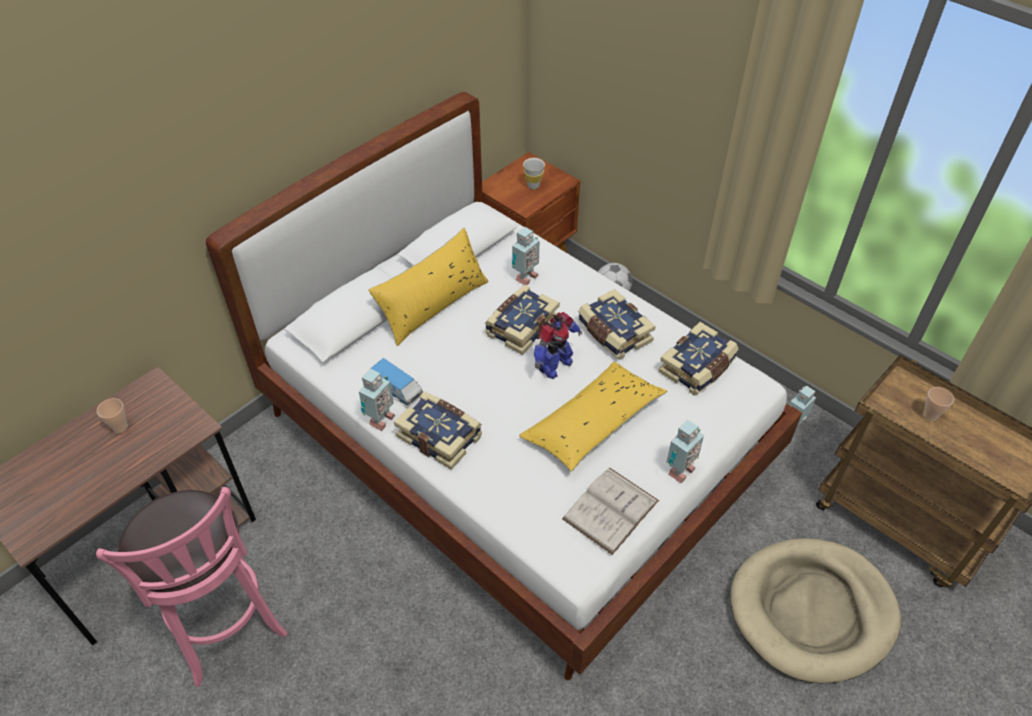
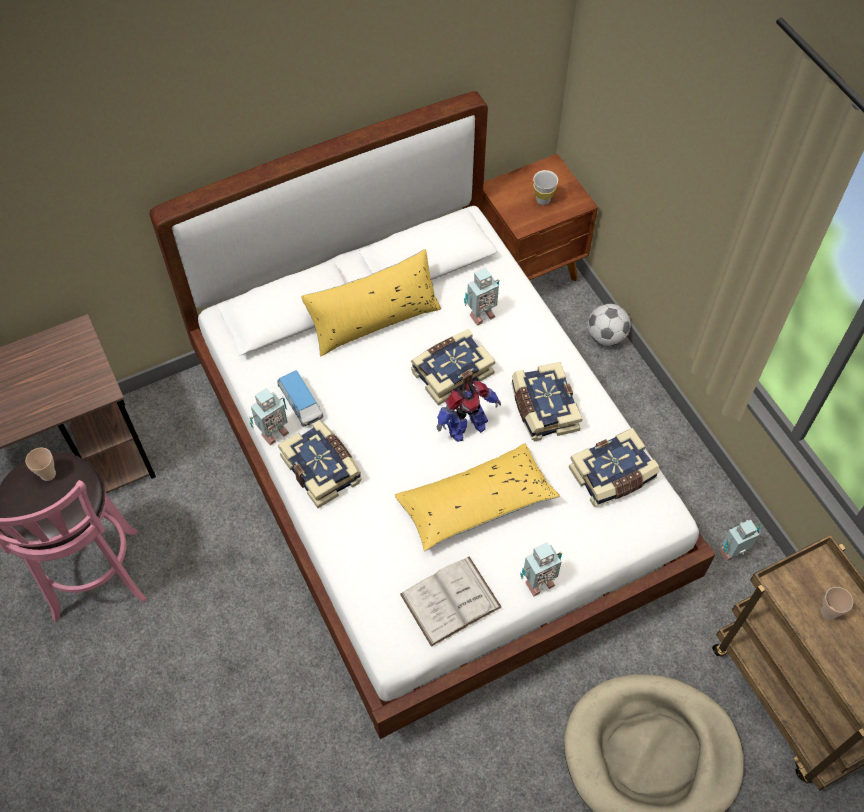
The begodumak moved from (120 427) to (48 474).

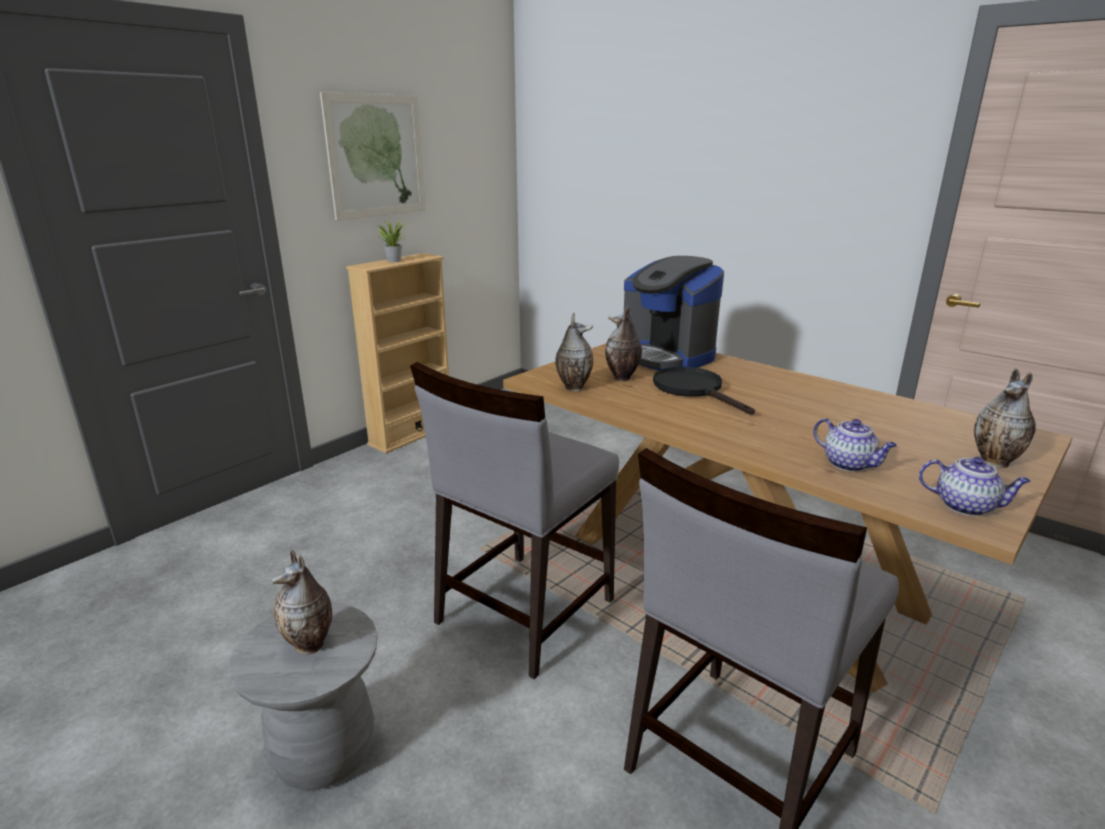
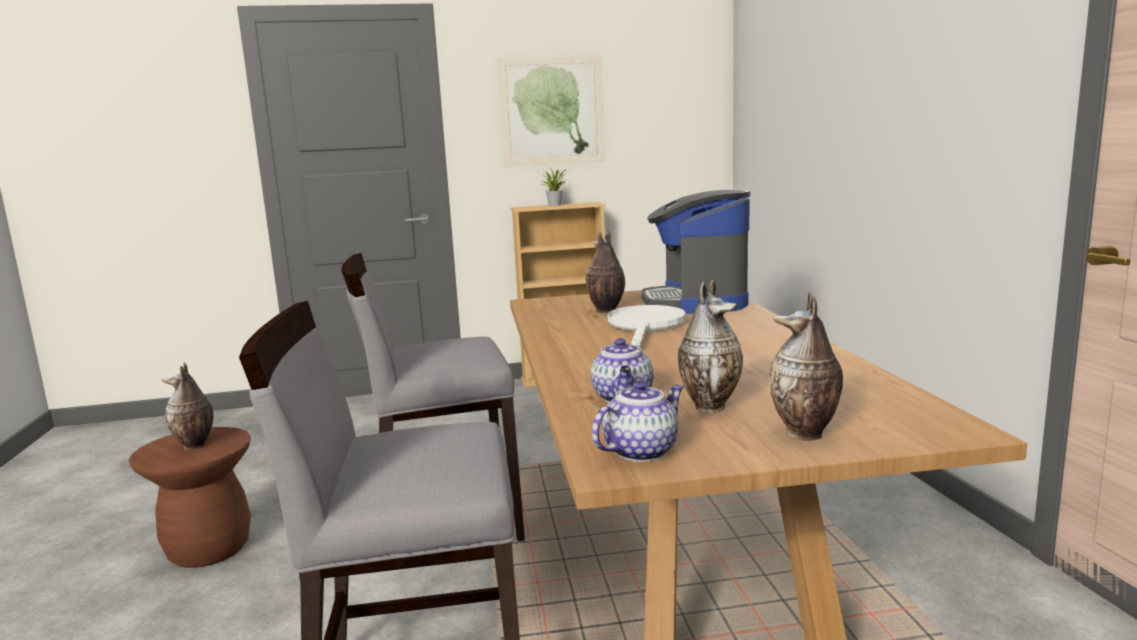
The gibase moved from (573 387) to (710 406).
The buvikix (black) at (694 390) became the buvikix (white) at (646 326).
The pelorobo at (966 506) turned 105 degrees counterclockwise.
The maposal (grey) at (324 754) became the maposal (brown) at (209 550).

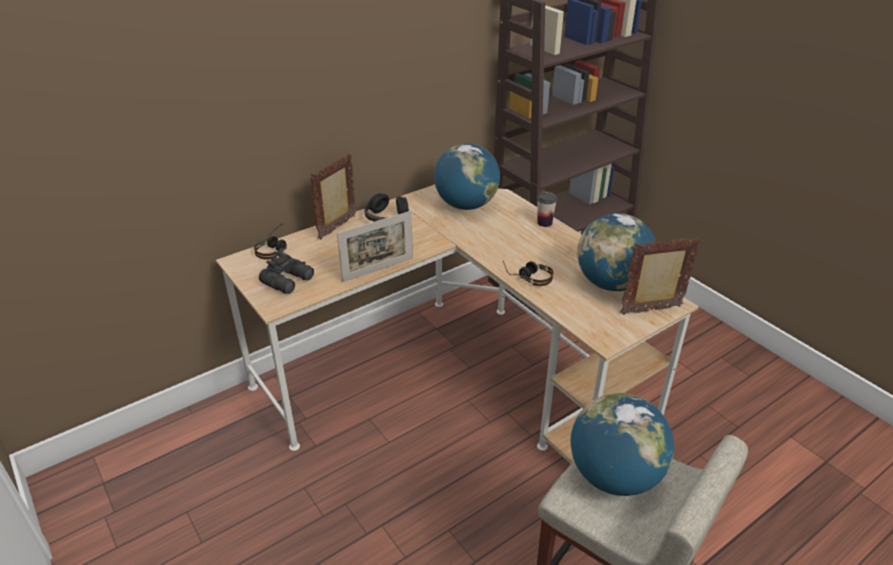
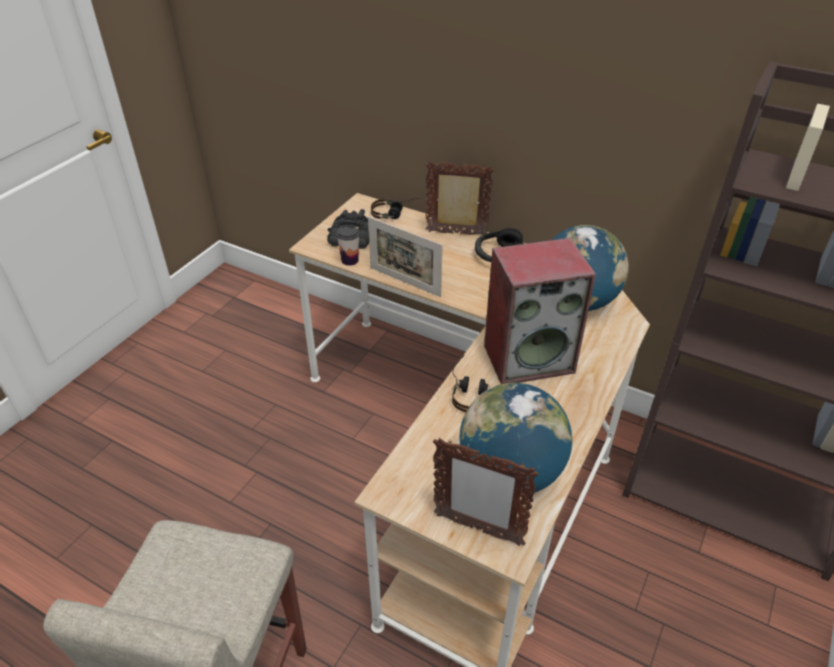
The begodumak moved from (544 223) to (350 260).
The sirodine at (652 310) turned 150 degrees clockwise.
The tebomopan at (614 476) disappeared.
The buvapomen at (529 358) appeared.

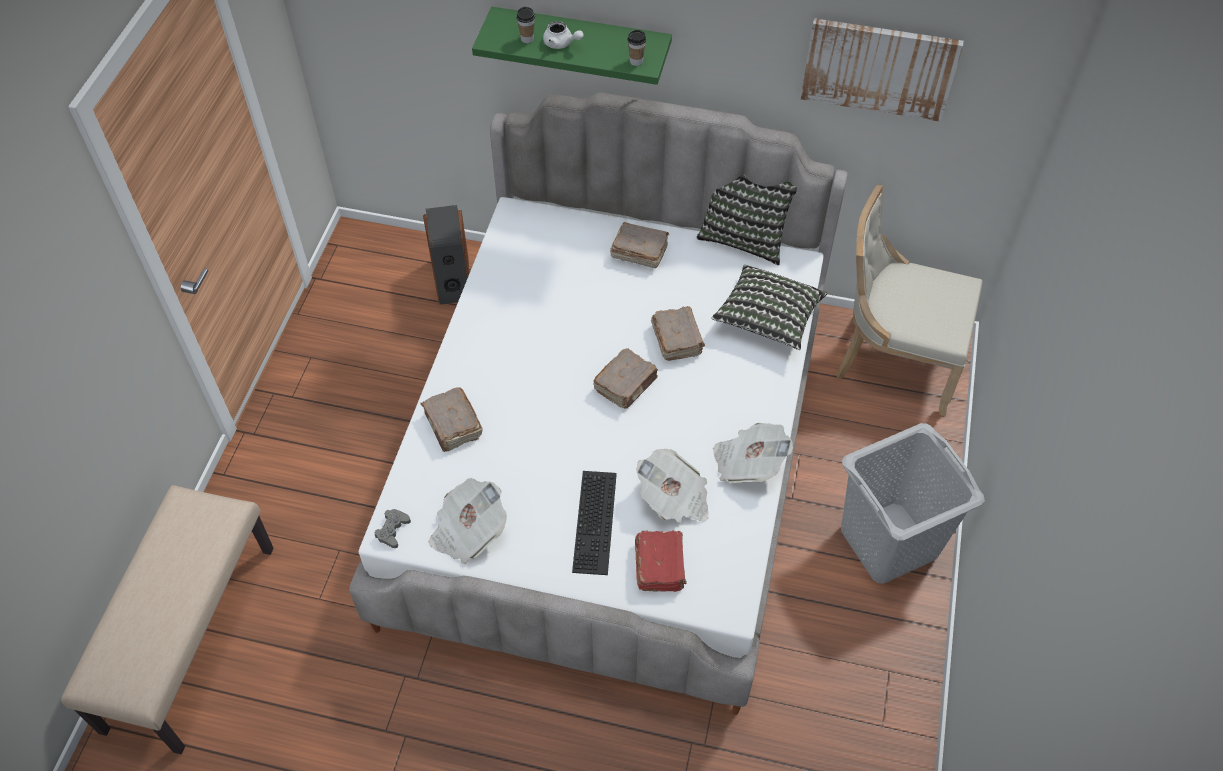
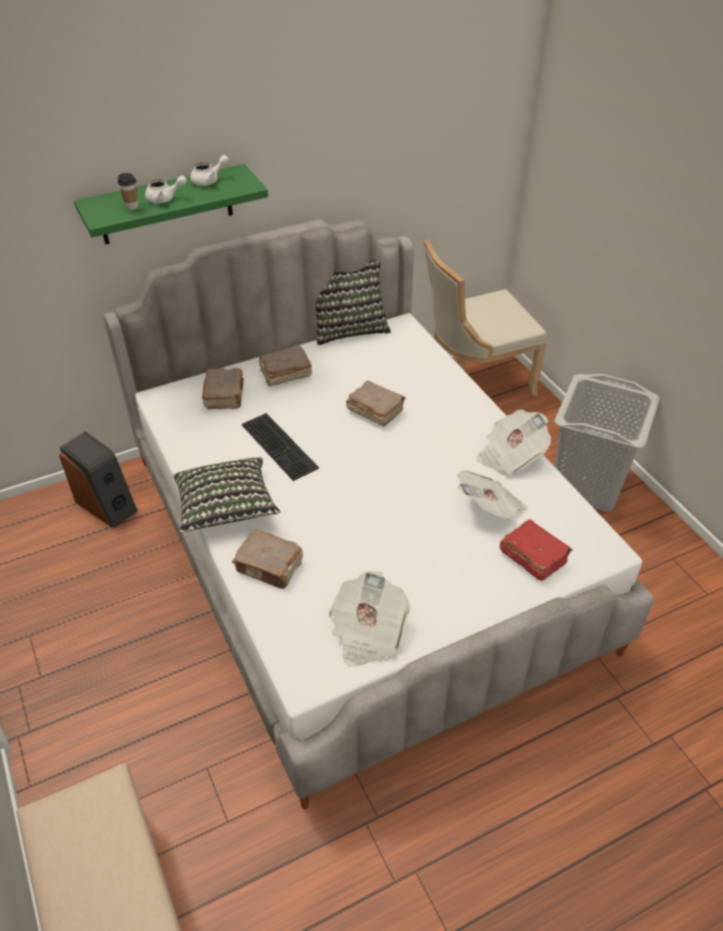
The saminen at (879 68) disappeared.
The begodumak at (636 61) disappeared.
The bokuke moved from (768 318) to (226 507).
The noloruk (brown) moved from (626 385) to (225 396).
The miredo moved from (597 523) to (281 446).
The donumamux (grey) at (393 530) disappeared.
The pelorobo (white) at (209 180) appeared.

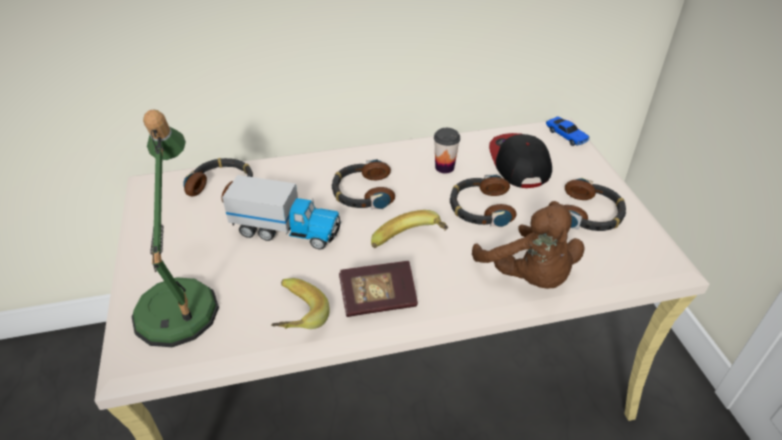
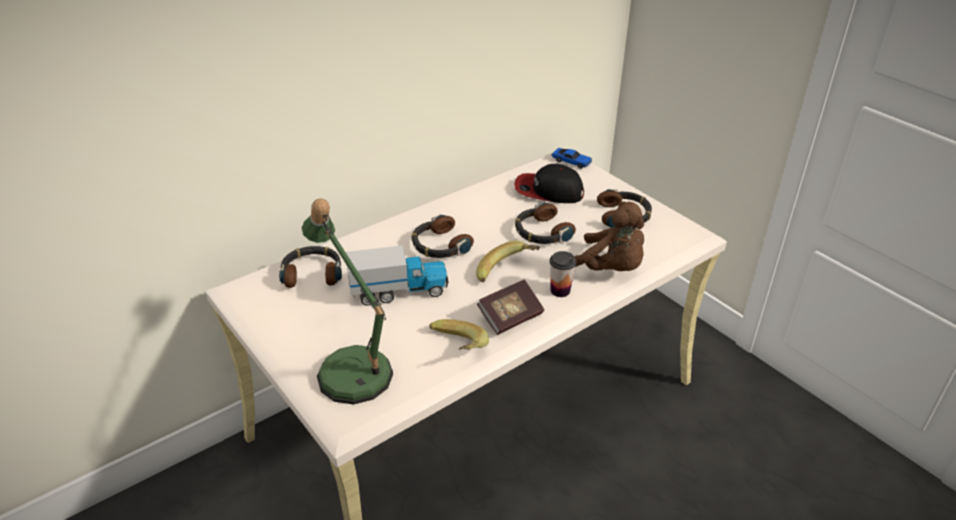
The begodumak moved from (444 167) to (560 290).
The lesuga at (518 162) turned 45 degrees counterclockwise.

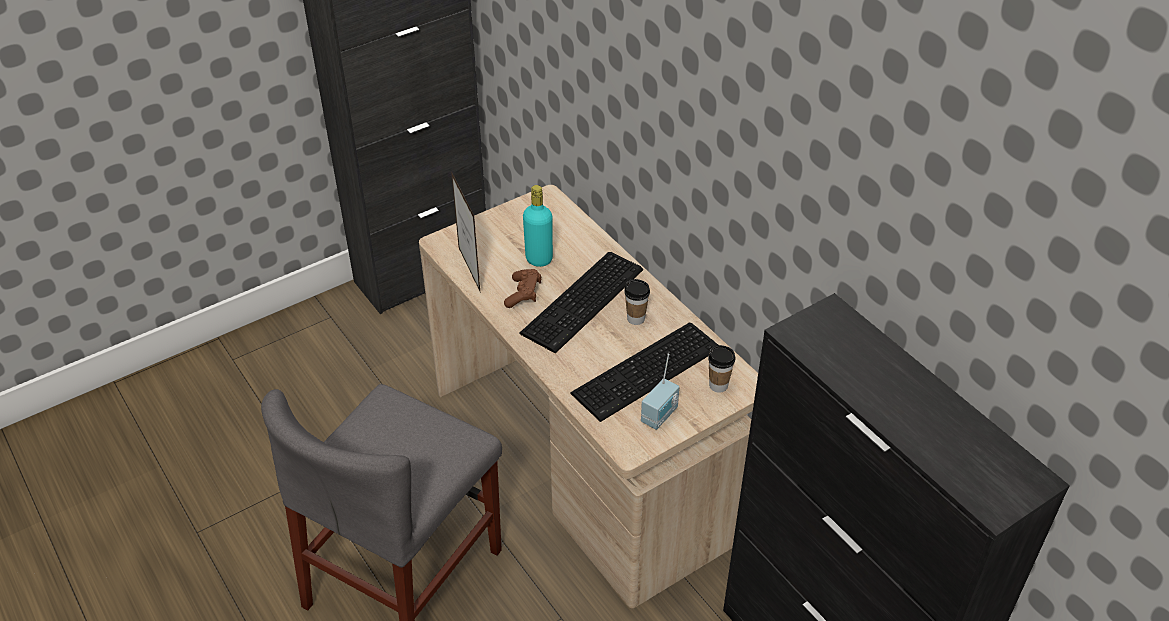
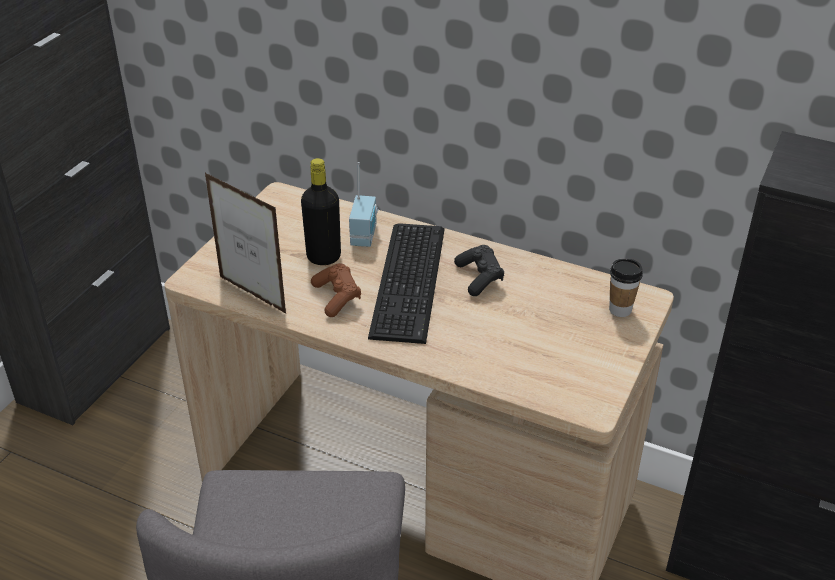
The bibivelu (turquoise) at (539 259) became the bibivelu (black) at (323 257).
The begodumak at (636 318) was replaced by the donumamux (black) at (479 278).
The miredo at (650 371) disappeared.
The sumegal moved from (660 416) to (365 235).

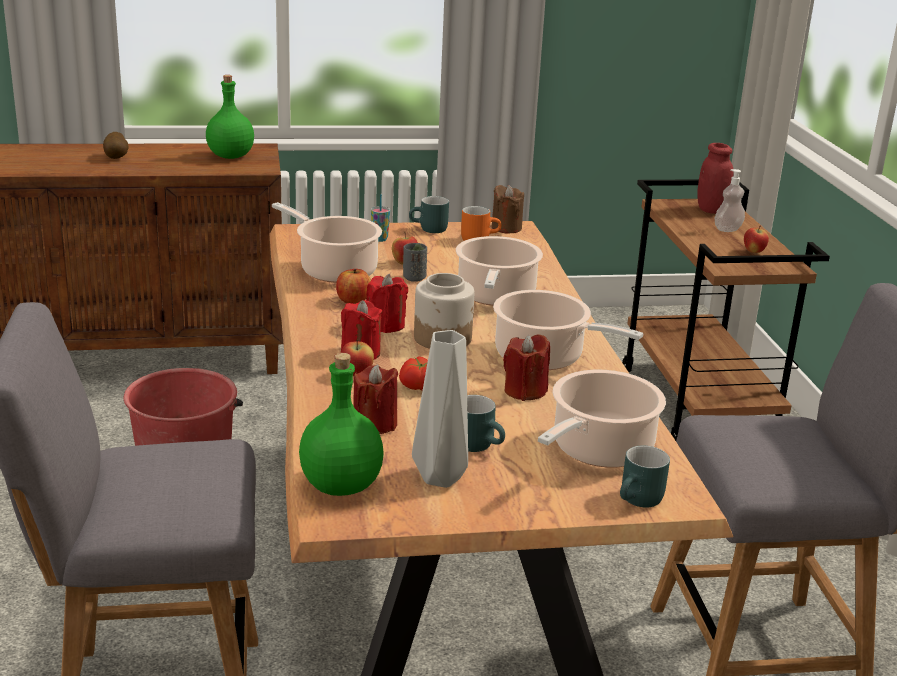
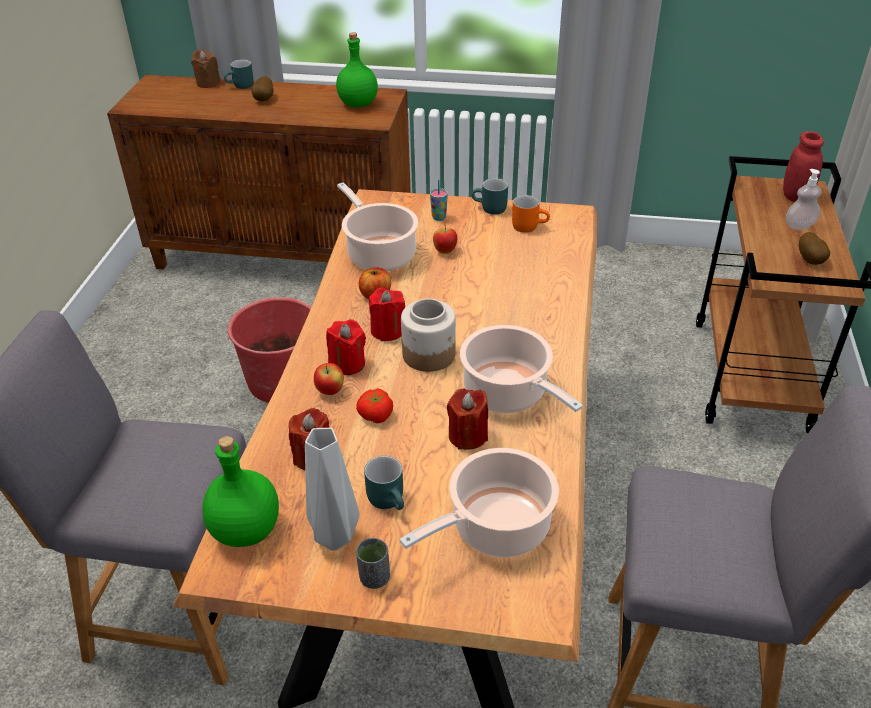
The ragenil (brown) moved from (506 228) to (208 83).
The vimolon at (753 252) was replaced by the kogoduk at (811 260).
The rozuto at (495 297) disappeared.
The begodumak (grey) moved from (414 278) to (374 577).
The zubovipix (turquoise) moved from (640 501) to (241 86).

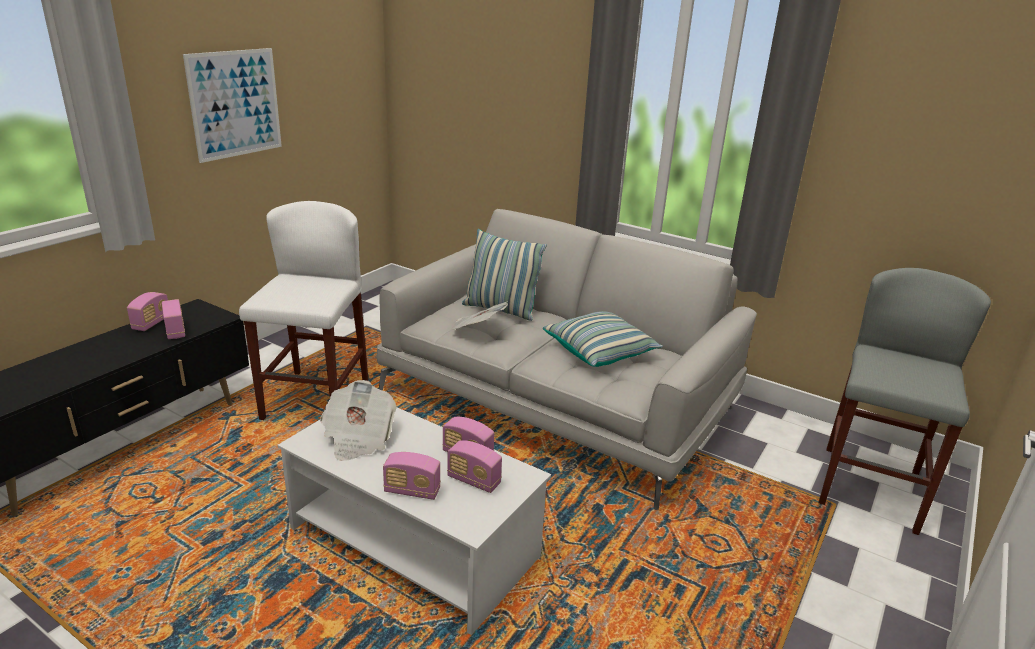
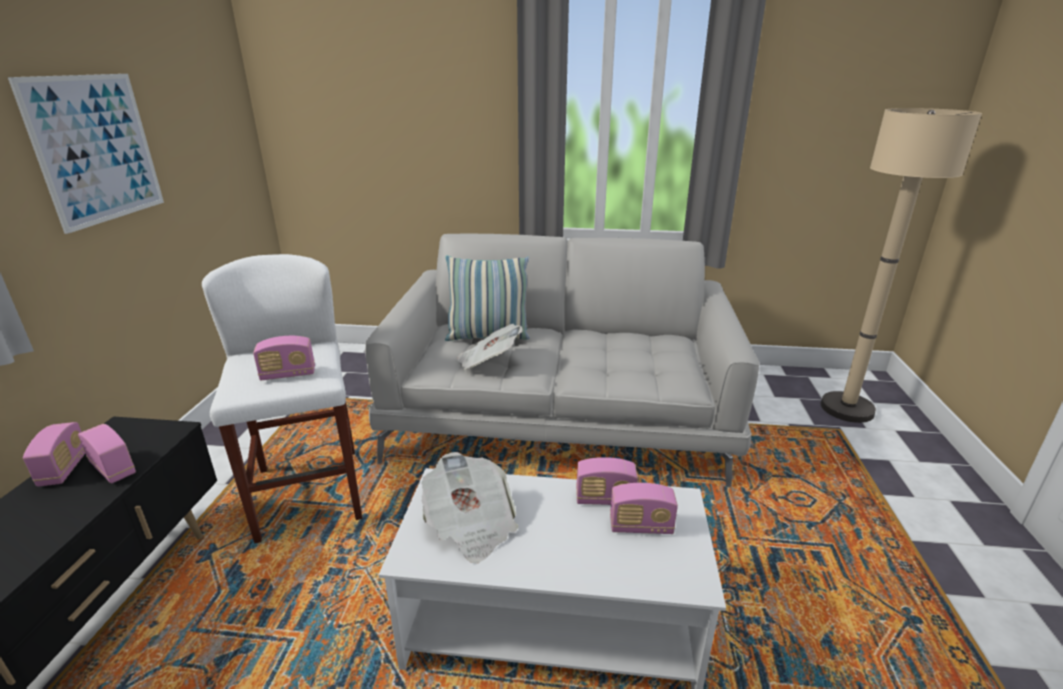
The maposal (grey) at (869 488) was replaced by the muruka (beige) at (847 409).
The bokuke at (600 351) disappeared.
The sumegal moved from (412 491) to (288 374).

